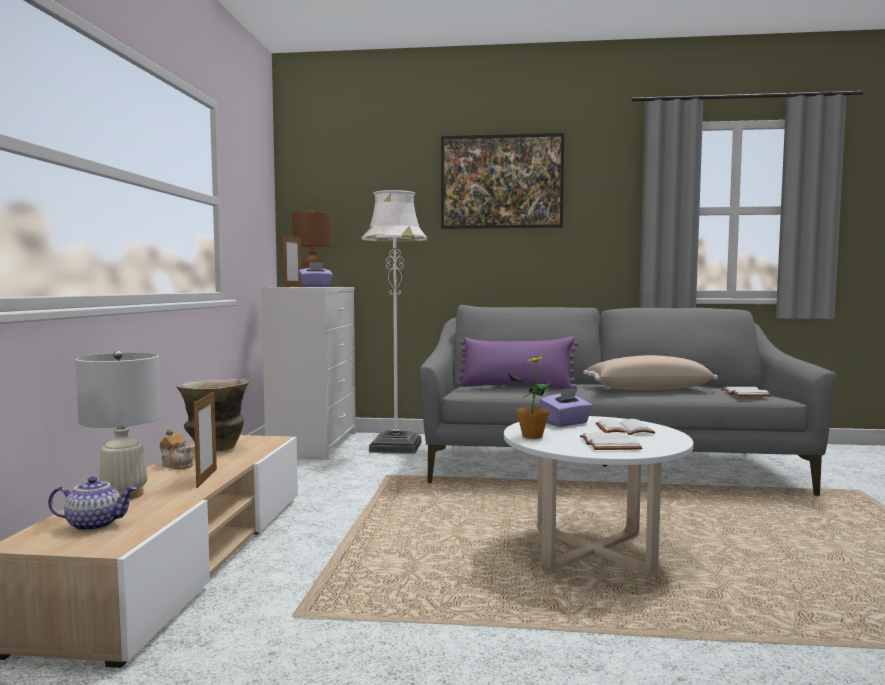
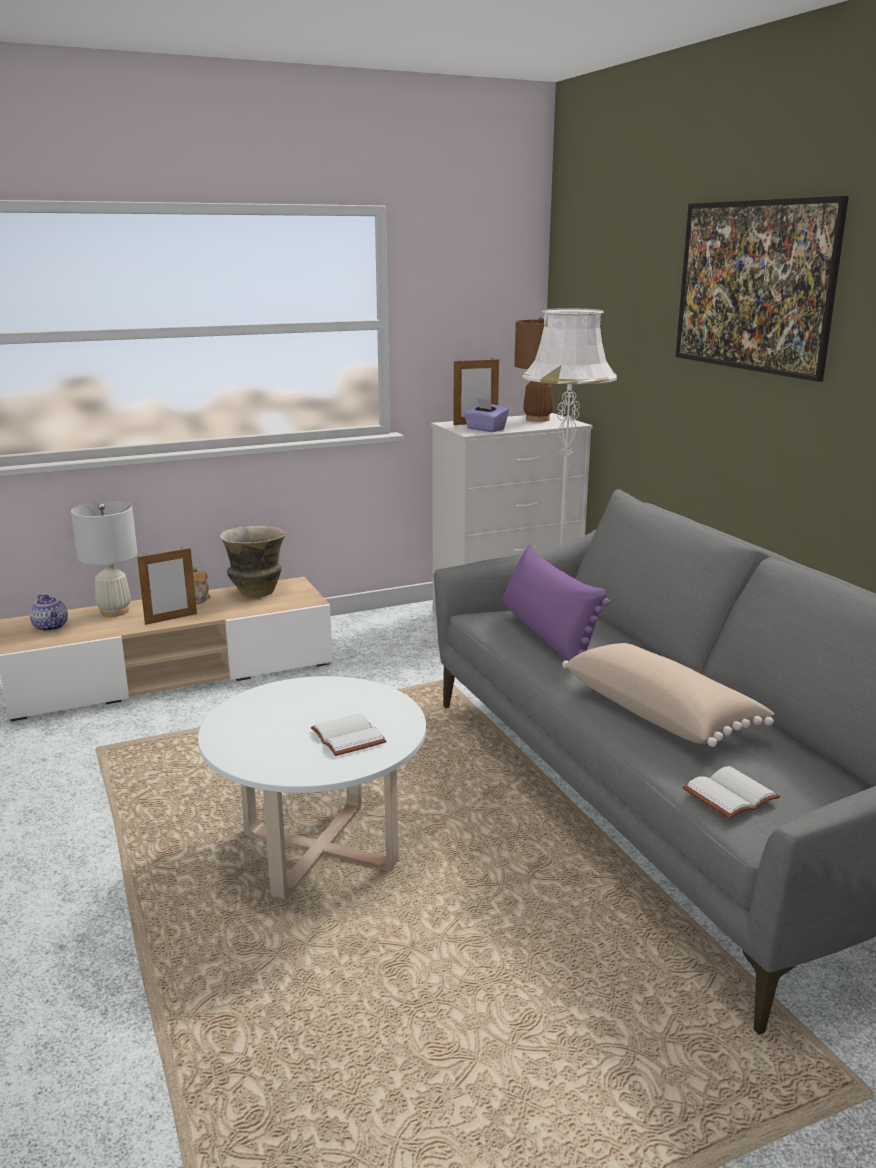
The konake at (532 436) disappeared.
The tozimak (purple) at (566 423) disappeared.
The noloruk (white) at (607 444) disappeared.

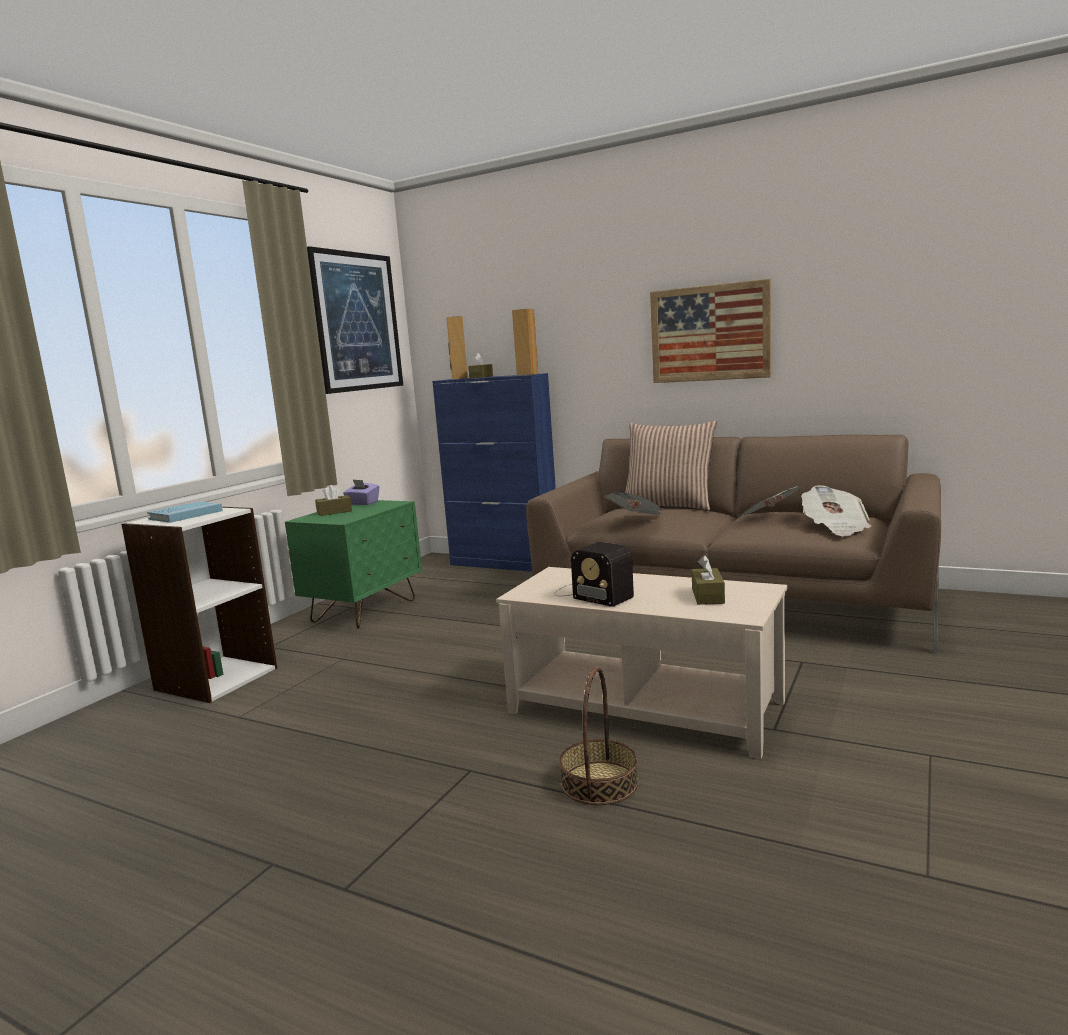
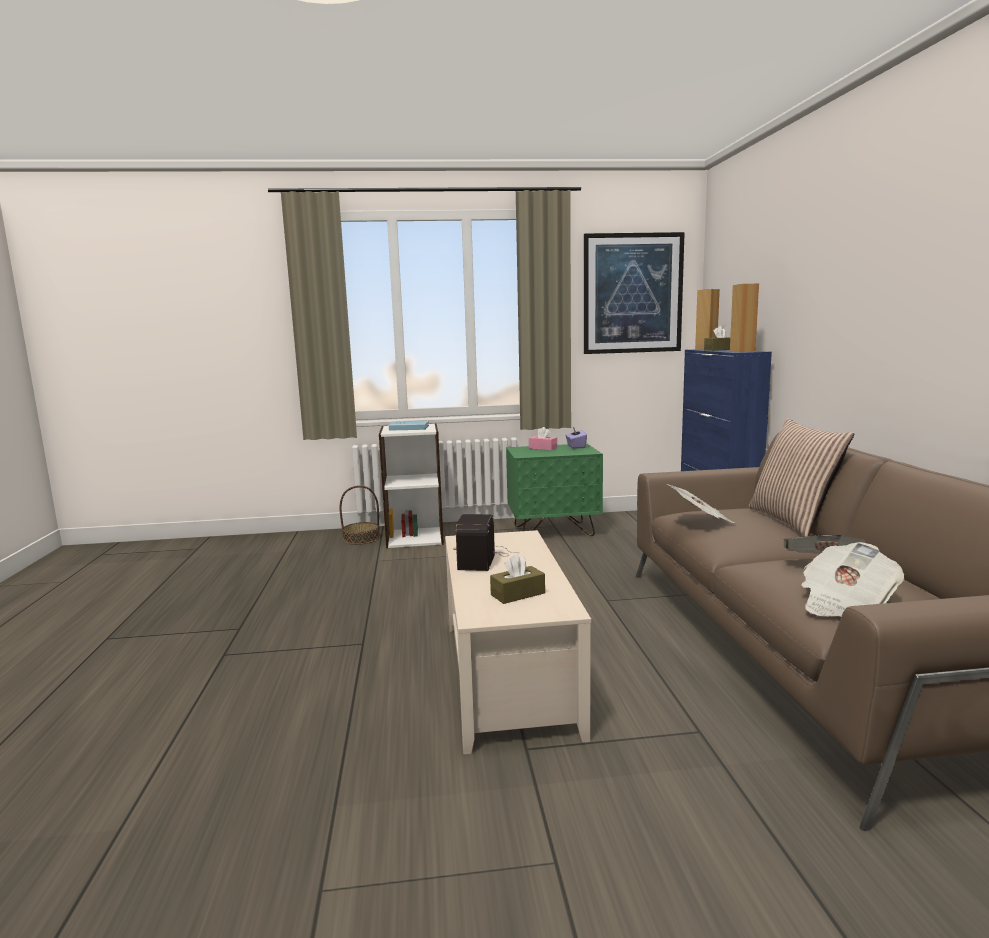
The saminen at (709 333) disappeared.
The tozimak (brown) at (334 512) became the tozimak (pink) at (543 448).
The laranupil moved from (599 783) to (361 539).

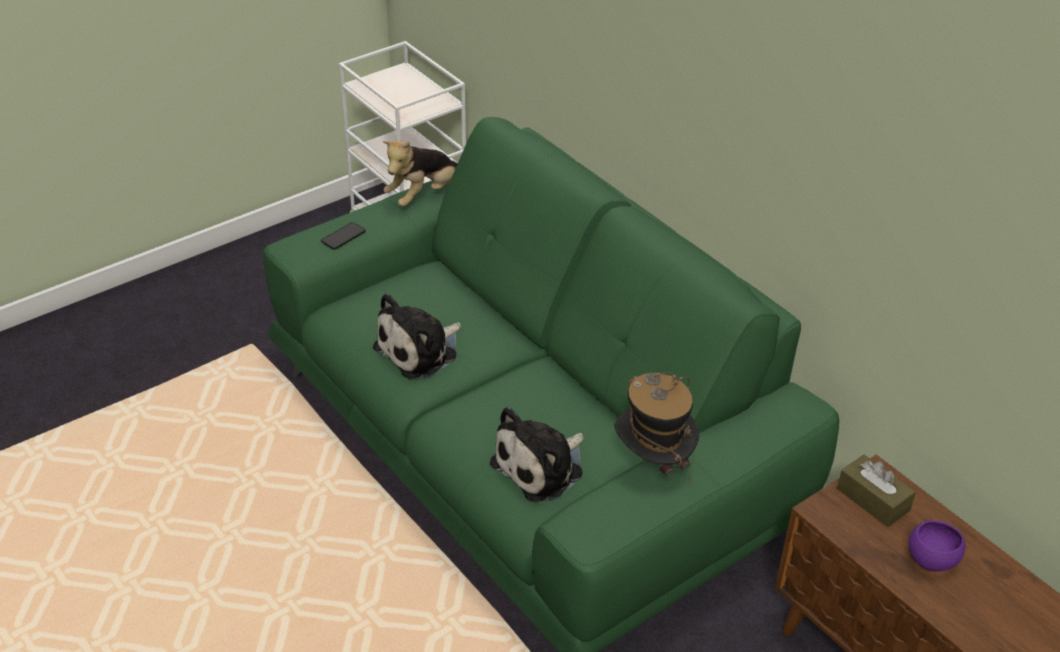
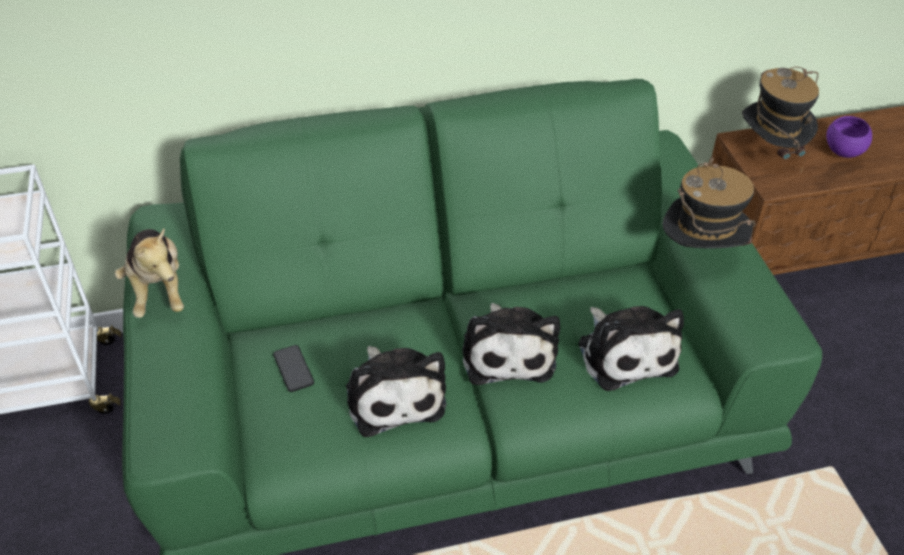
The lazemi moved from (343 237) to (293 369).
The tozimak (brown) at (873 500) was replaced by the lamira at (769 154).
The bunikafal at (508 351) appeared.

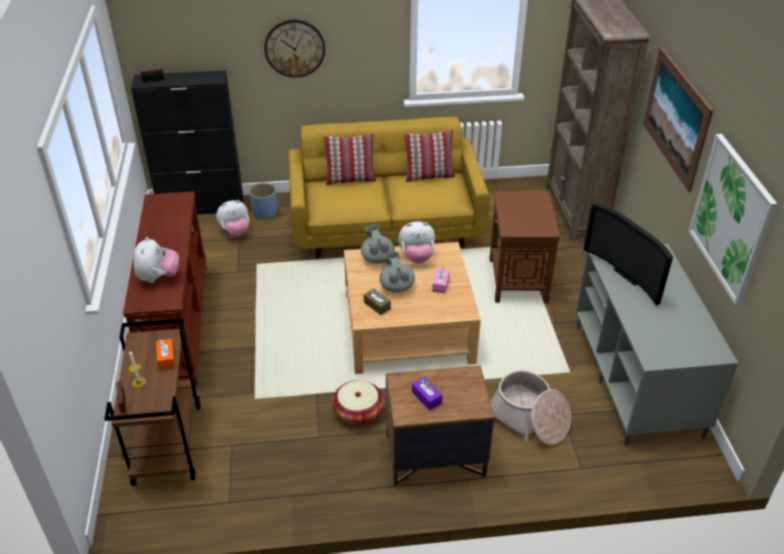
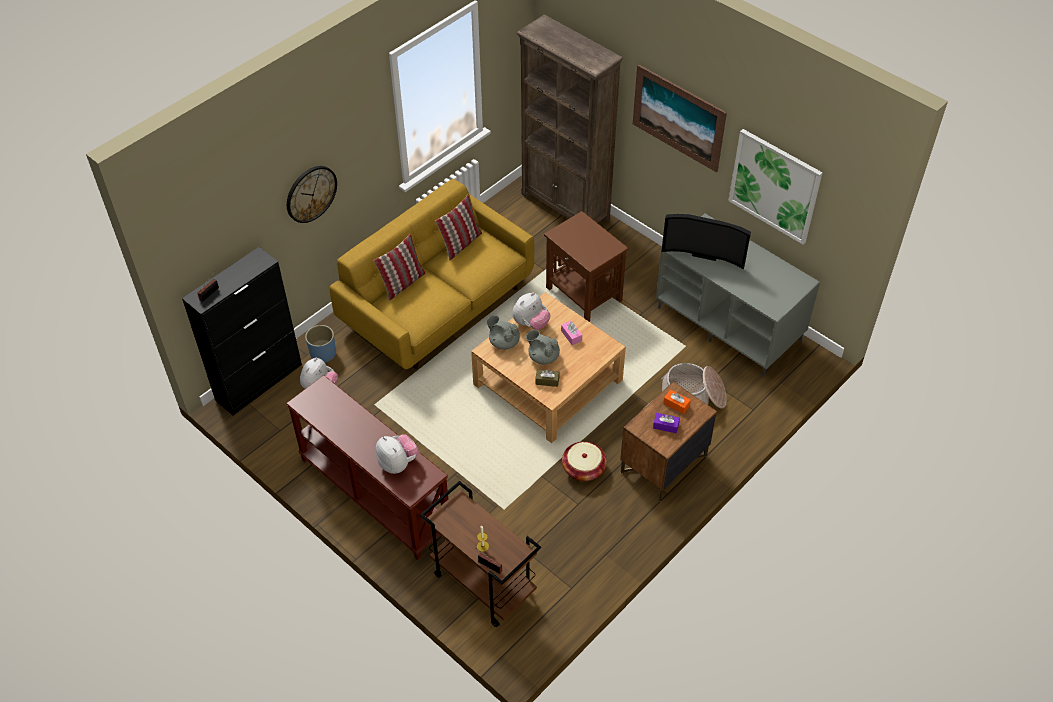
The tozimak (orange) moved from (166 358) to (676 404).

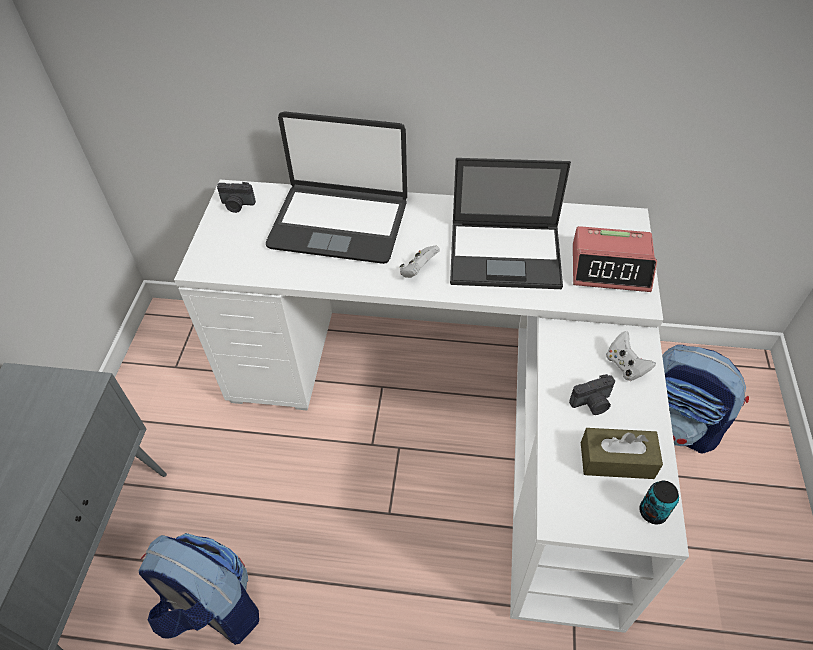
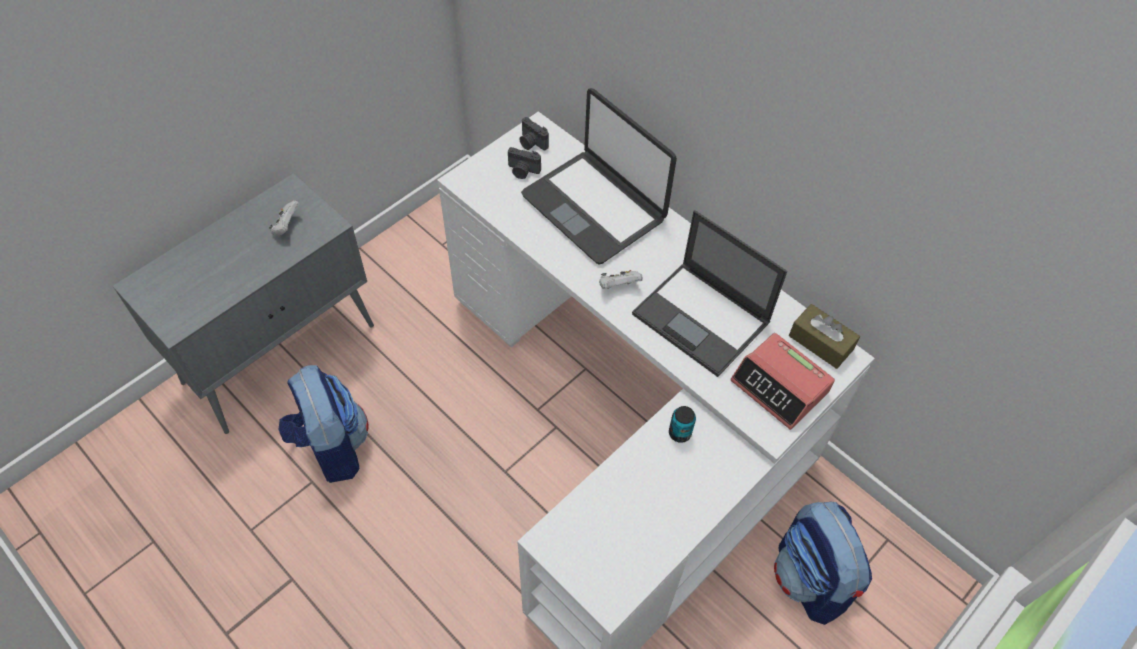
The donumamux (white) moved from (625 366) to (286 226).
The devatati moved from (592 404) to (522 171).
The tozimak (brown) moved from (616 460) to (820 343).
The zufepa moved from (652 512) to (680 433).

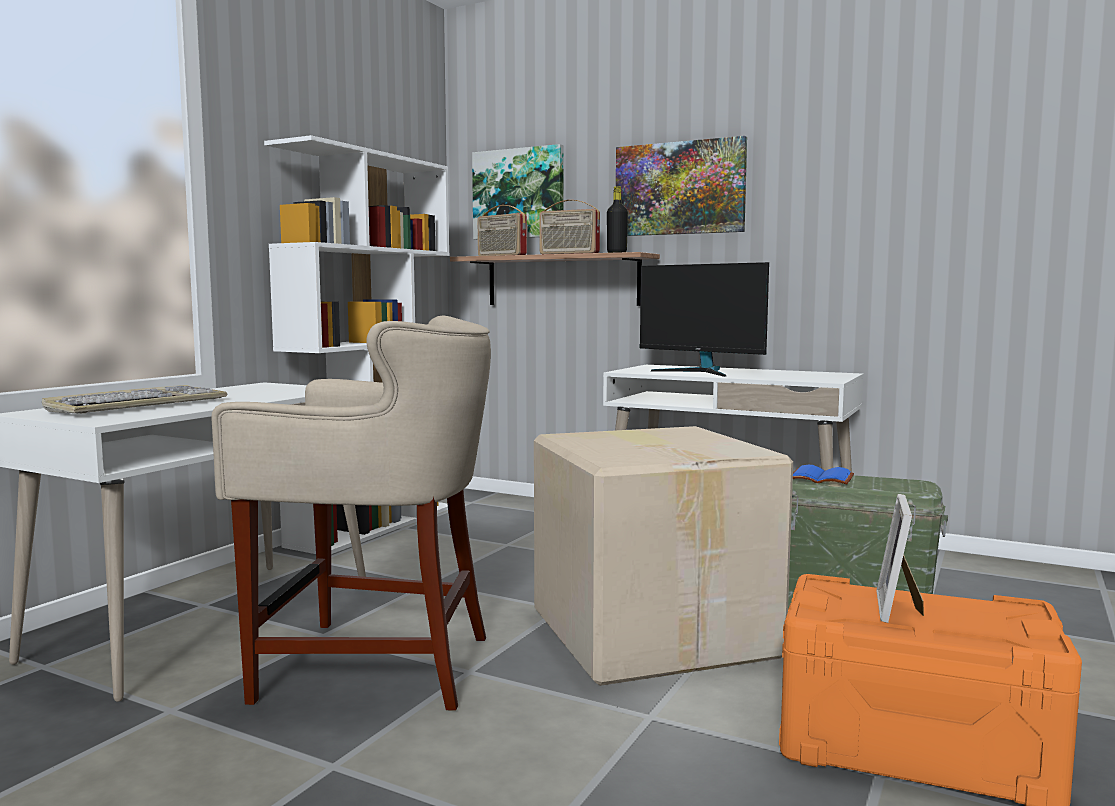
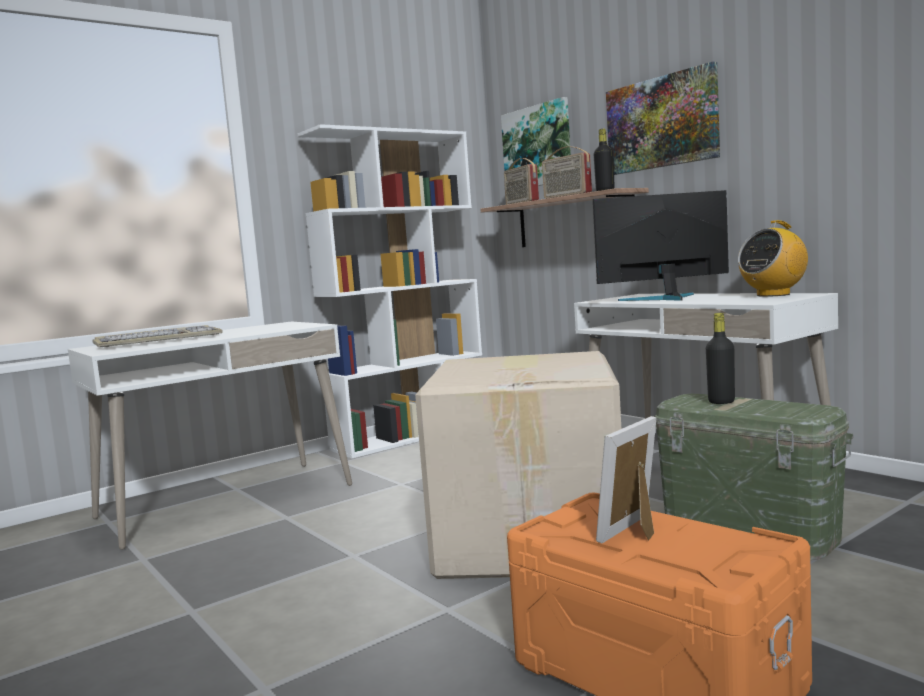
The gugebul at (701 372) turned 105 degrees clockwise.
The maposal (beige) at (374 665) disappeared.
The noloruk (blue) at (822 478) was replaced by the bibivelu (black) at (721 402).
The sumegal at (773 295) appeared.

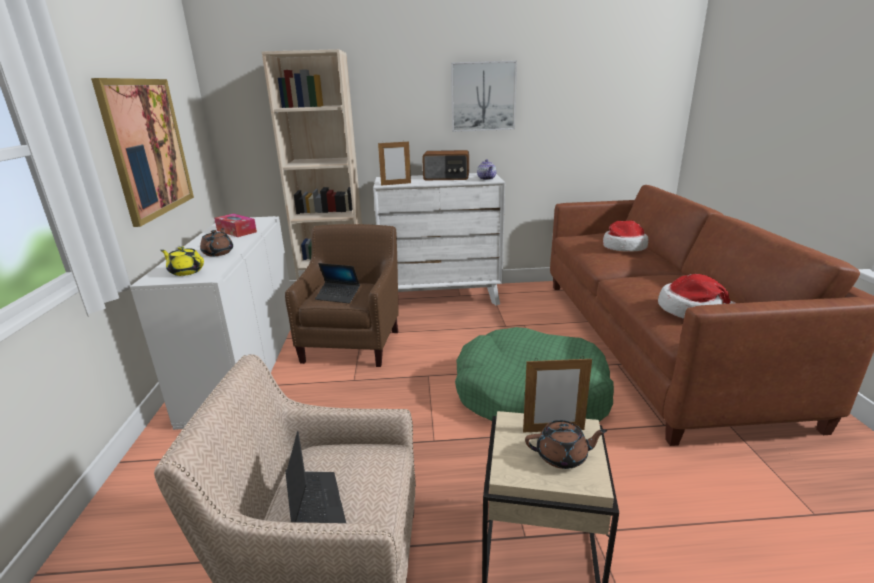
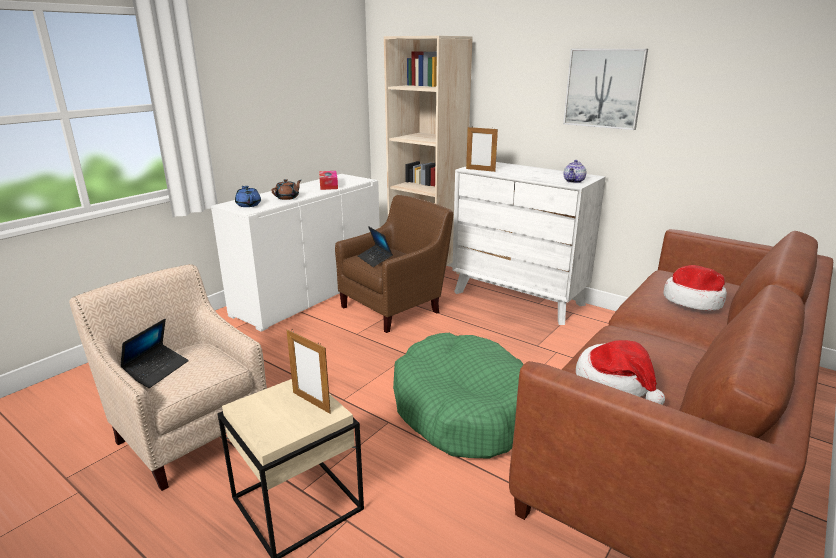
The saminen at (148 148) disappeared.
The sumegal at (446 177) disappeared.
The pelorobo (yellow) at (186 271) became the pelorobo (blue) at (248 205).
The pelorobo (brown) at (562 456) disappeared.

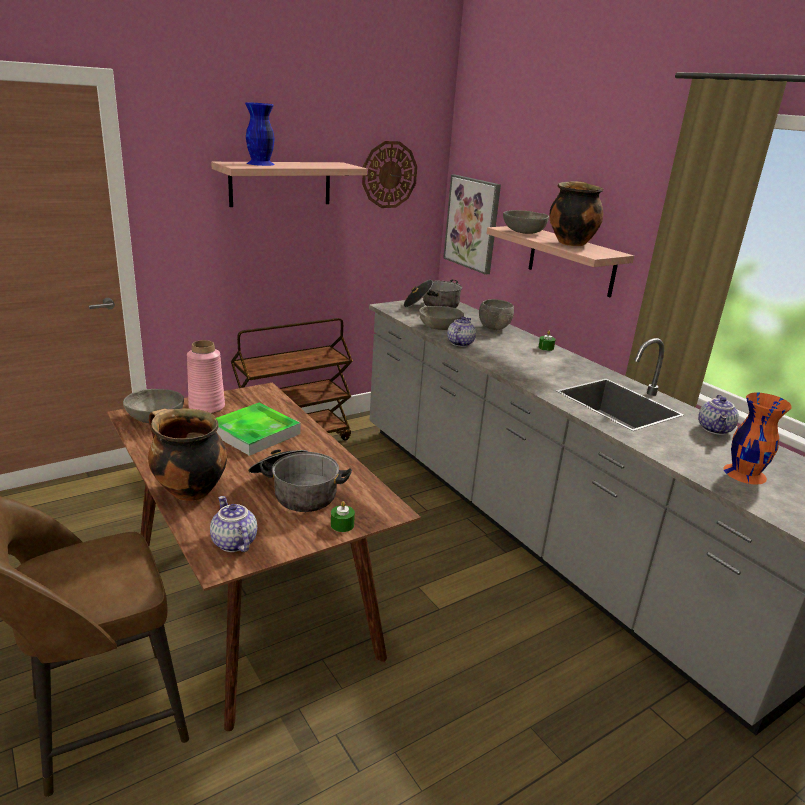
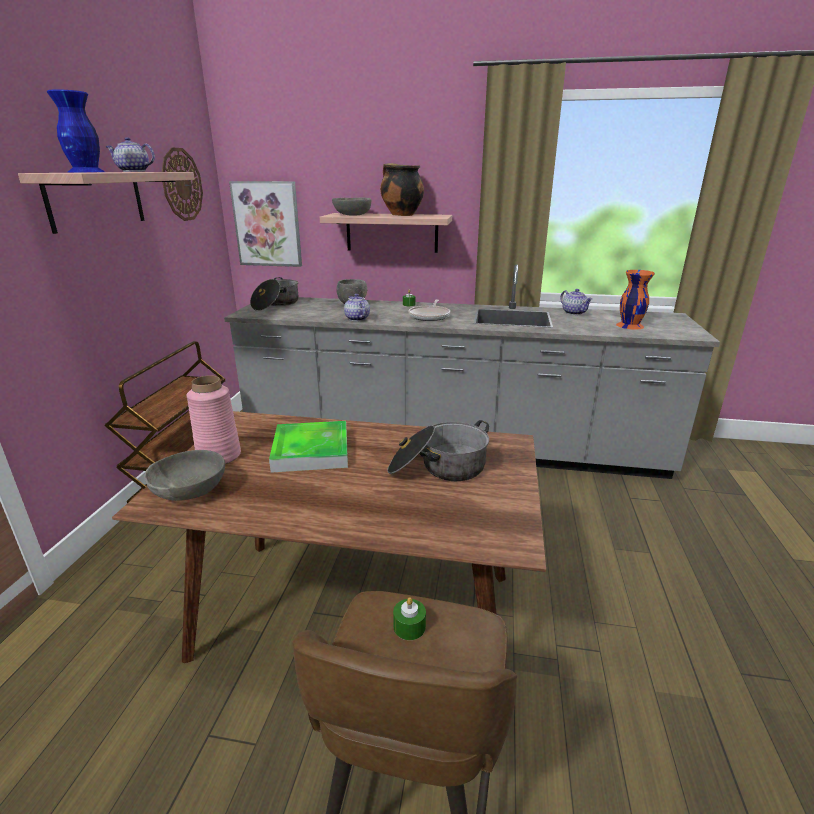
The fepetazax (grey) at (440 328) disappeared.
The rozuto at (188 491) disappeared.
The pelorobo moved from (233 543) to (133 171).
The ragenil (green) moved from (342 525) to (409 626).
The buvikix at (430 316) appeared.

